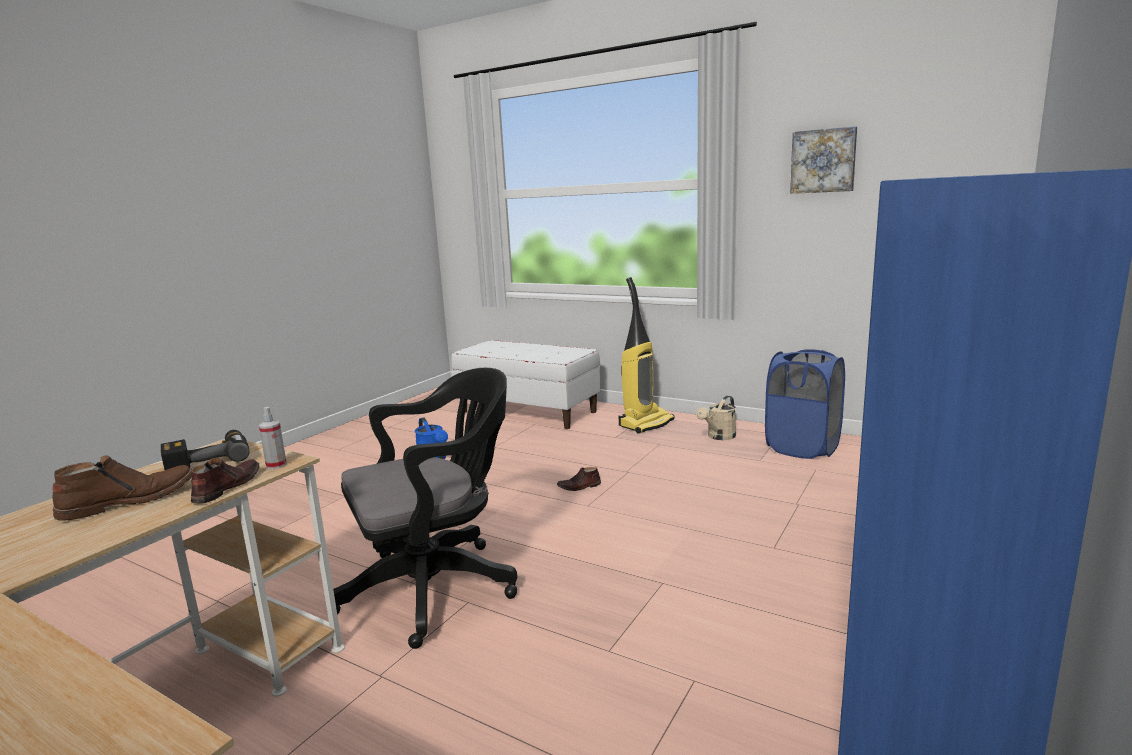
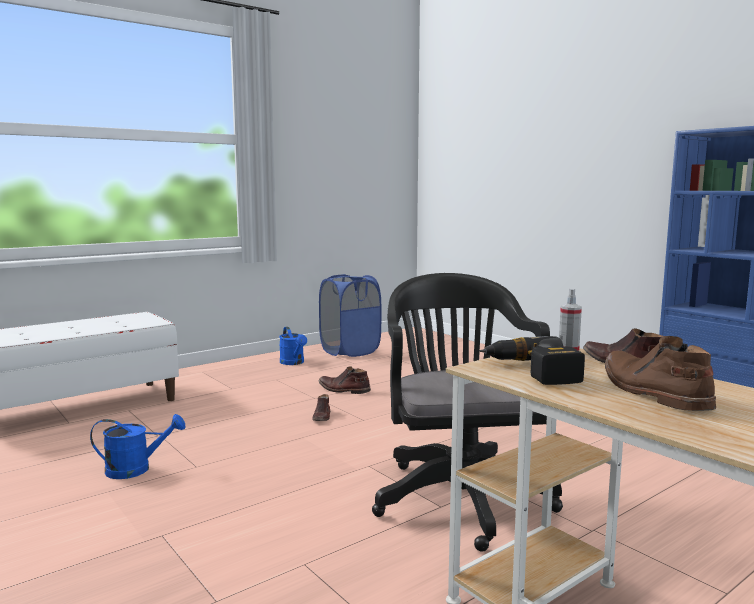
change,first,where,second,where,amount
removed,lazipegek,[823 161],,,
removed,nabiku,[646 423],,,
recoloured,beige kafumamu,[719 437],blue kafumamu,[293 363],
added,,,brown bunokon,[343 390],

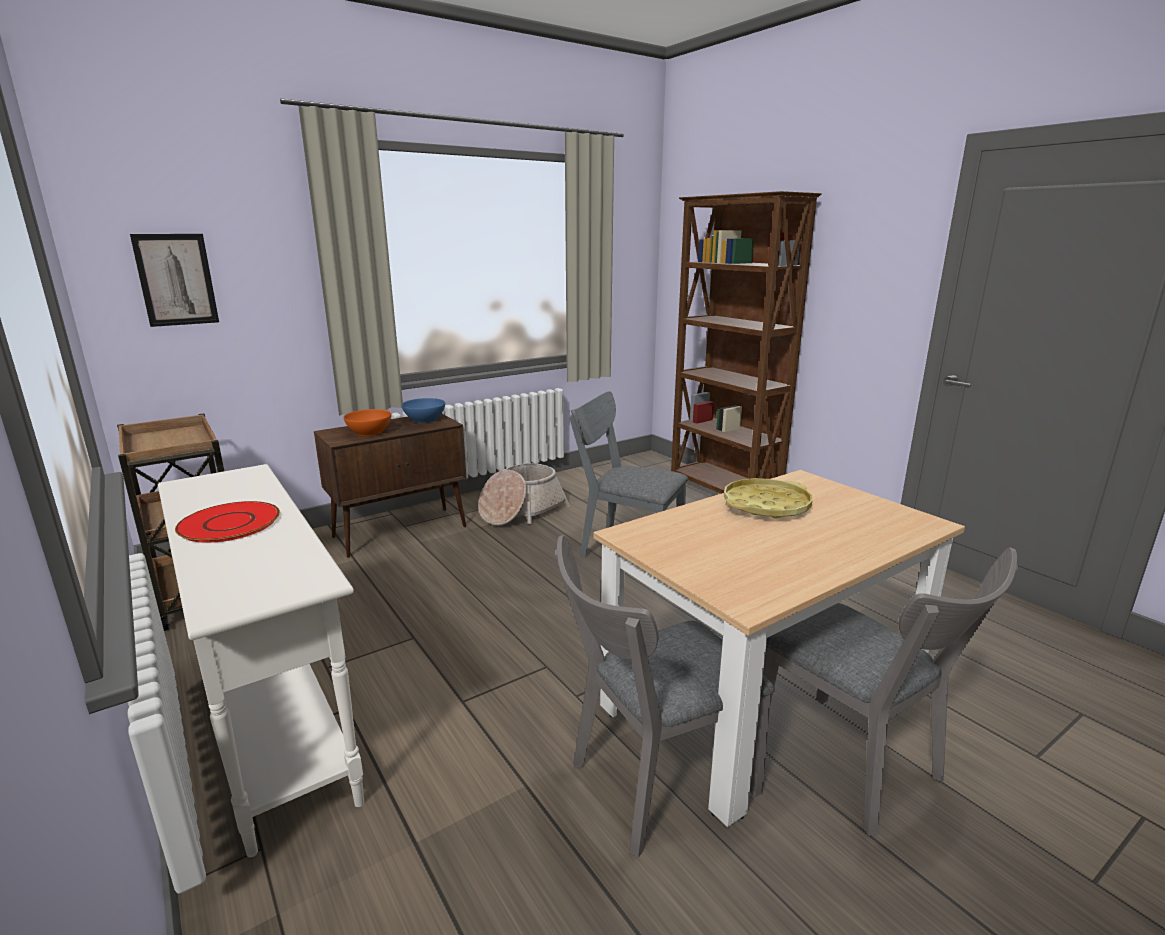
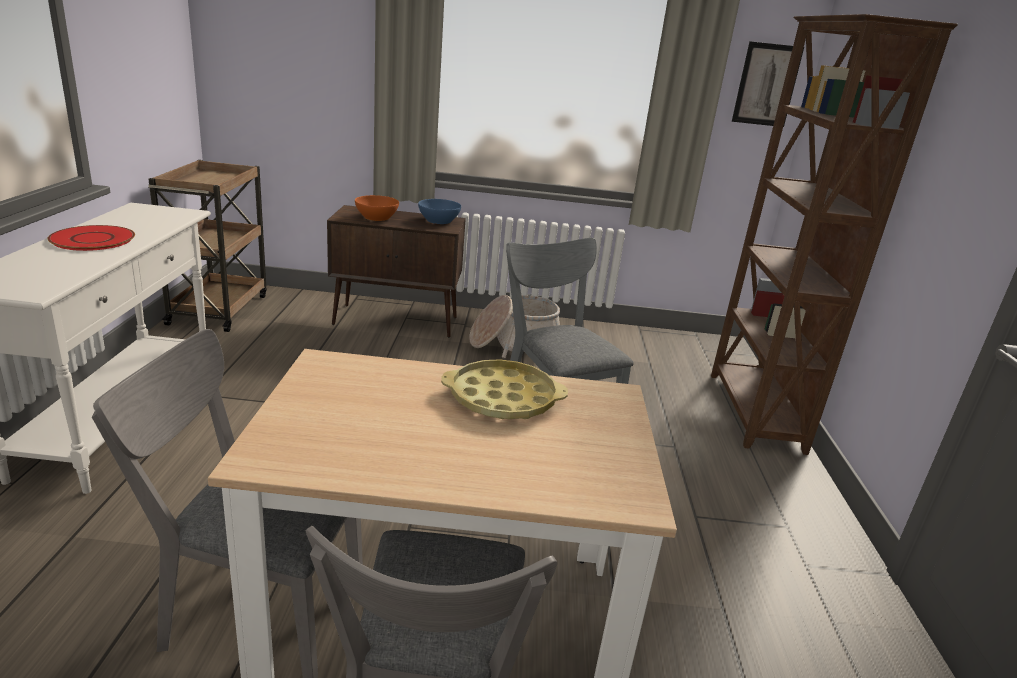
change,first,where,second,where,amount
moved,lazipegek,[176 280],,[766 85],

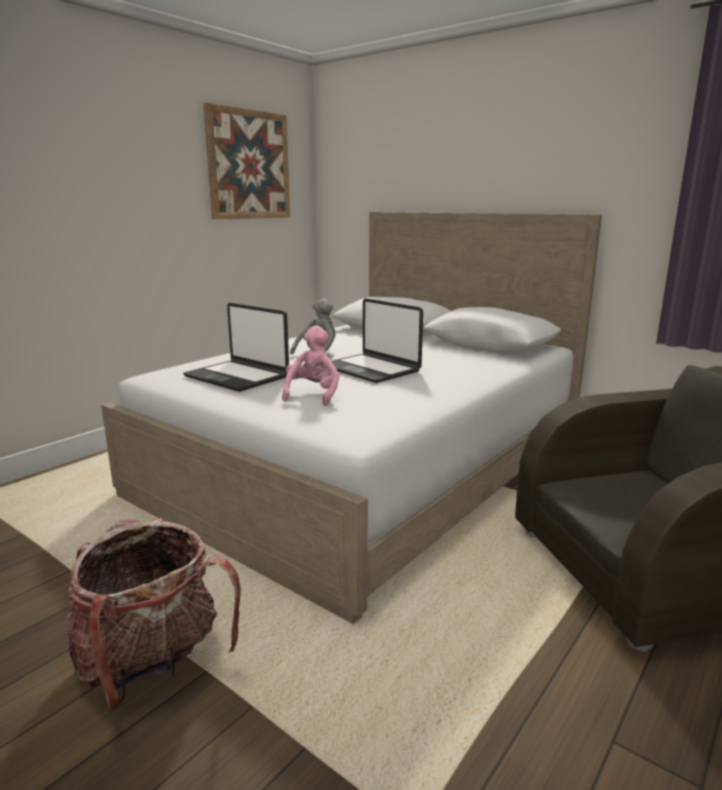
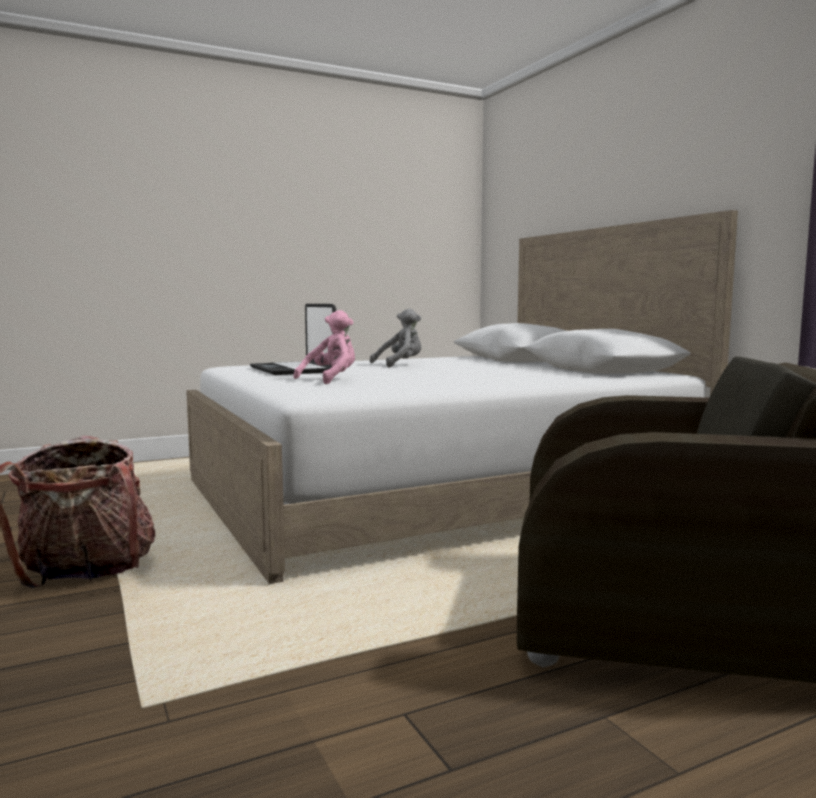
change,first,where,second,where,amount
removed,lazipegek,[249 165],,,
removed,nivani,[371 369],,,

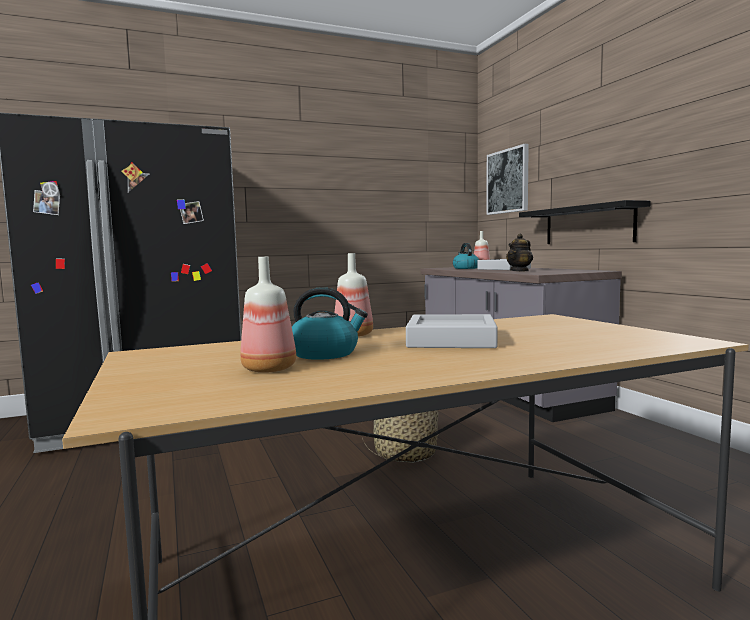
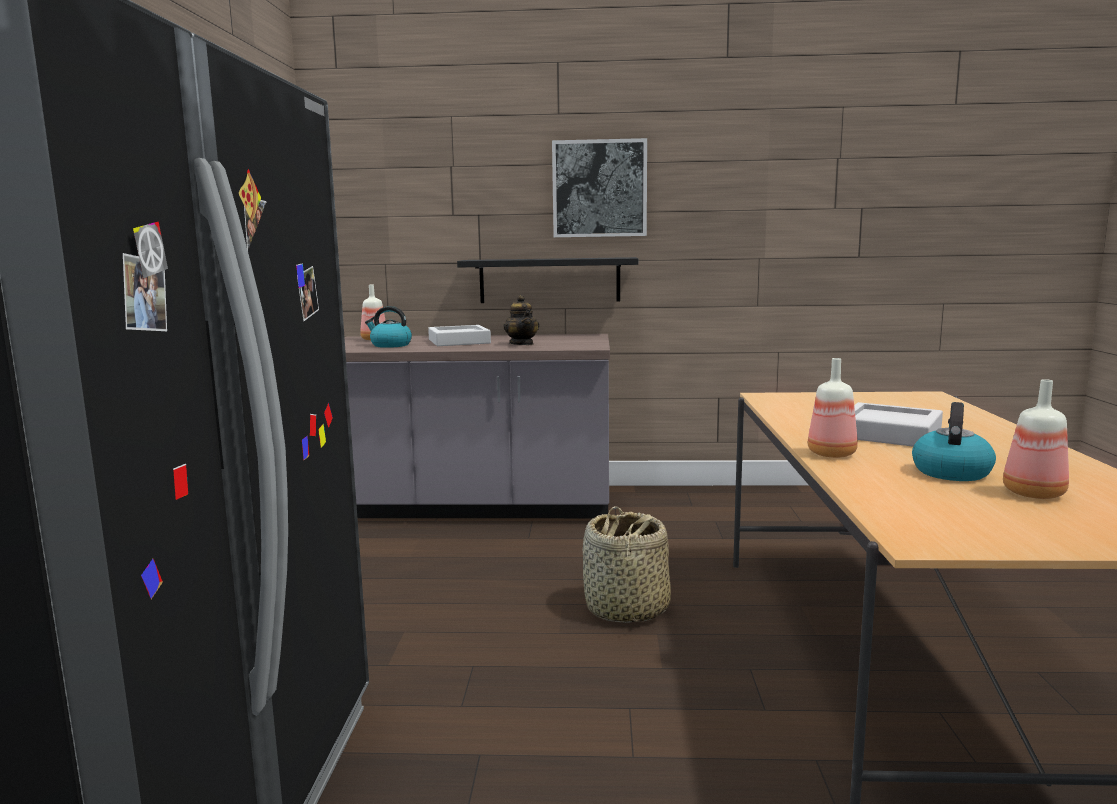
change,first,where,second,where,amount
moved,lazipegek,[508 181],,[599 189],

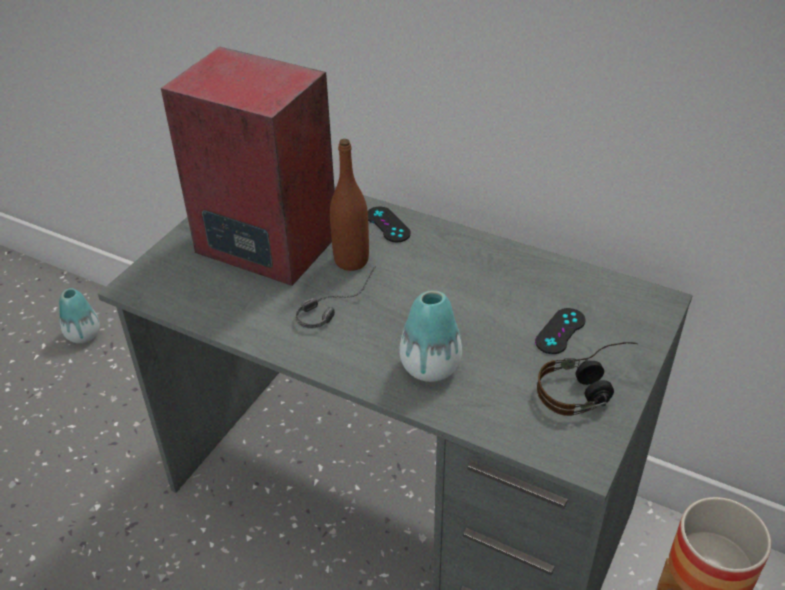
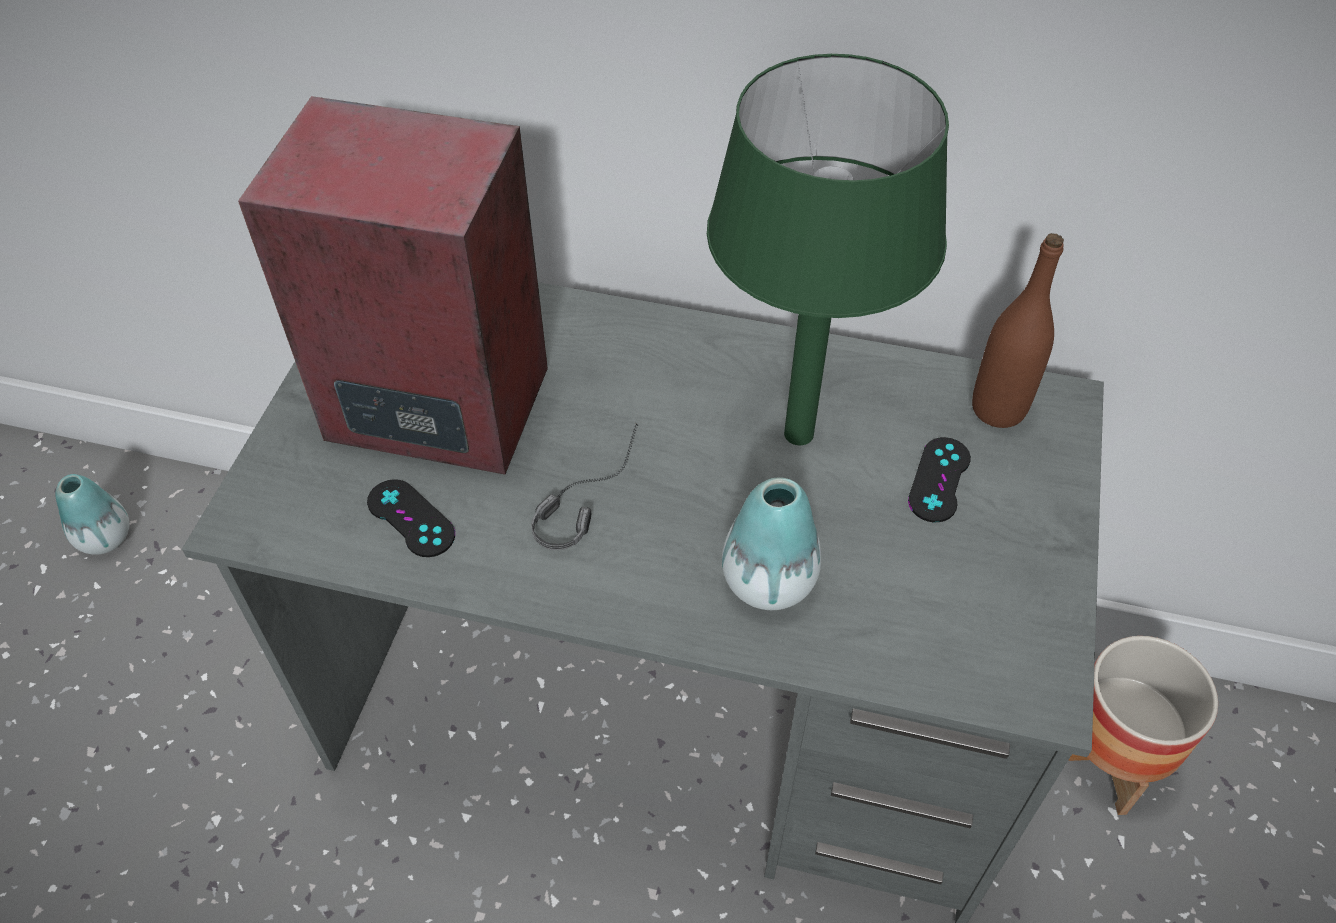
change,first,where,second,where,amount
moved,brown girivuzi,[351 261],,[998 409],
moved,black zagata,[388 225],,[411 518],
removed,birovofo,[588 388],,,
added,,,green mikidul,[798 435],

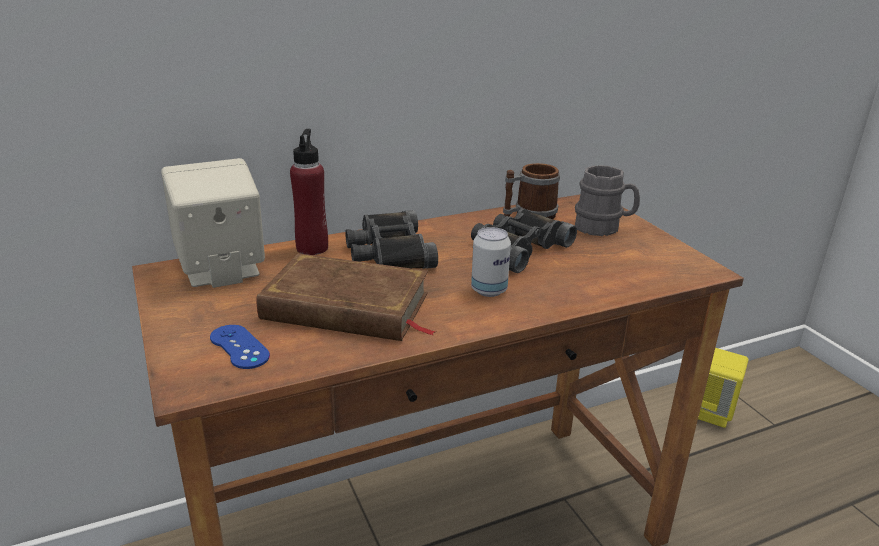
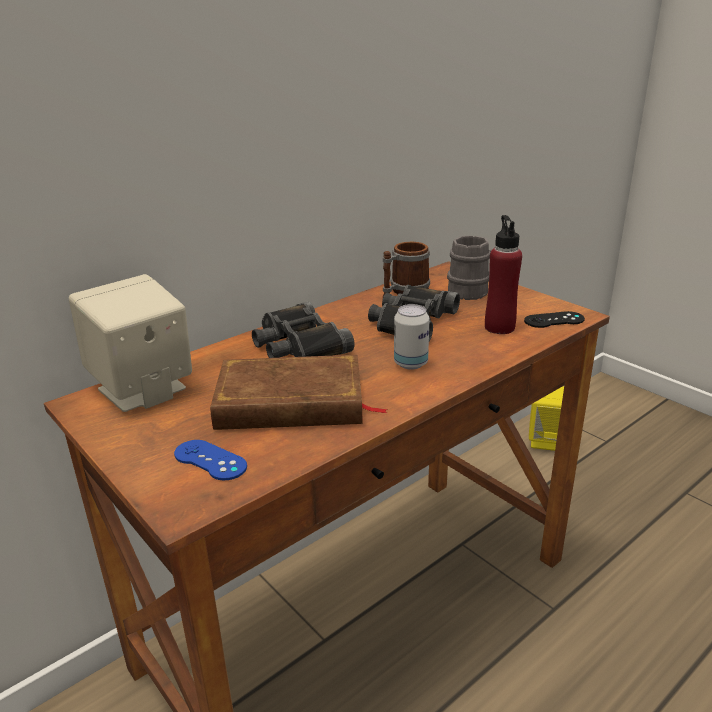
change,first,where,second,where,amount
moved,red girivuzi,[312 248],,[499 327],
added,,,black zagata,[554 320],

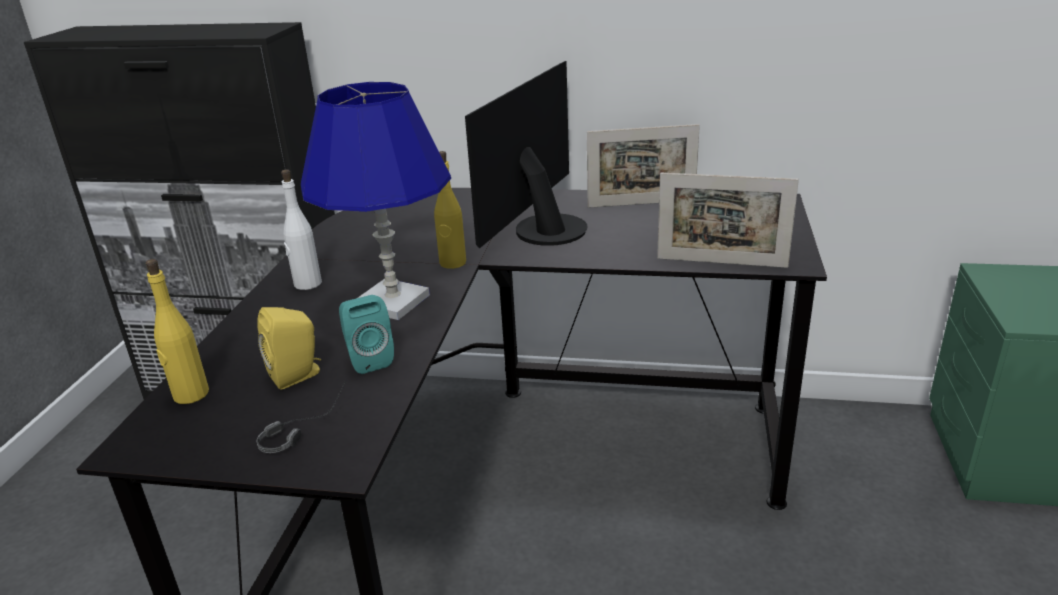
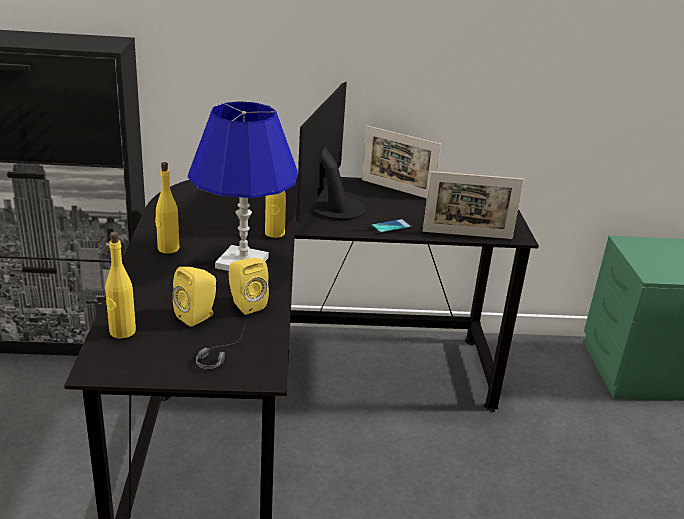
change,first,where,second,where,amount
turned,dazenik,[641 204],,[396 189],45 degrees clockwise
recoloured,white girivuzi,[307 284],yellow girivuzi,[168 248],
recoloured,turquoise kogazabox,[368 359],yellow kogazabox,[245 304],
added,,,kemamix,[391 227],

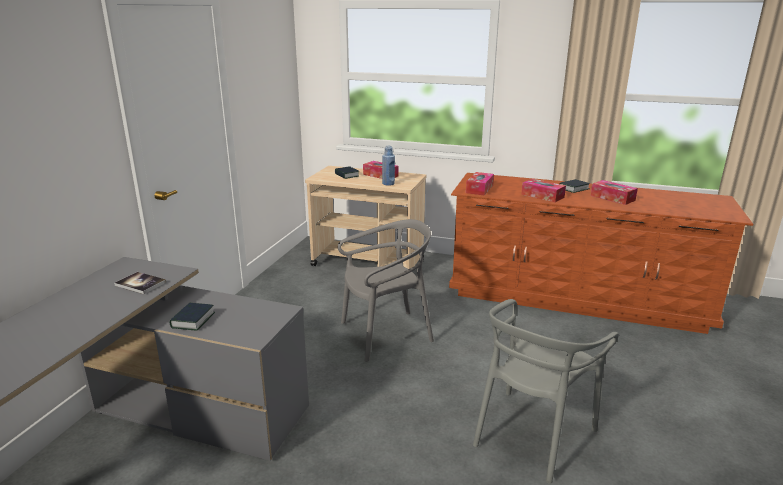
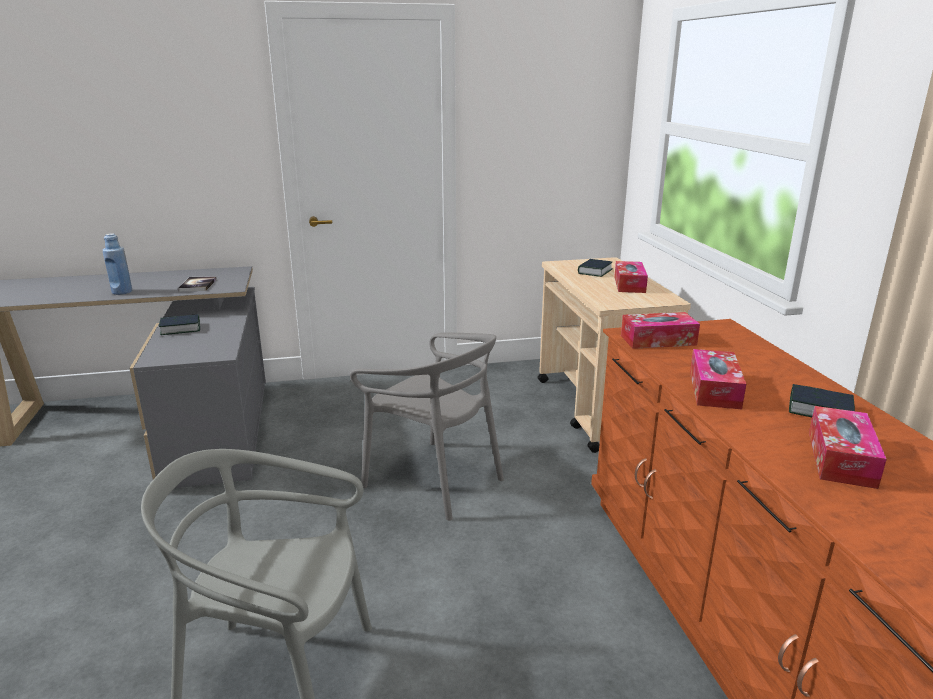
change,first,where,second,where,amount
moved,blue girivuzi,[388 184],,[122 292],

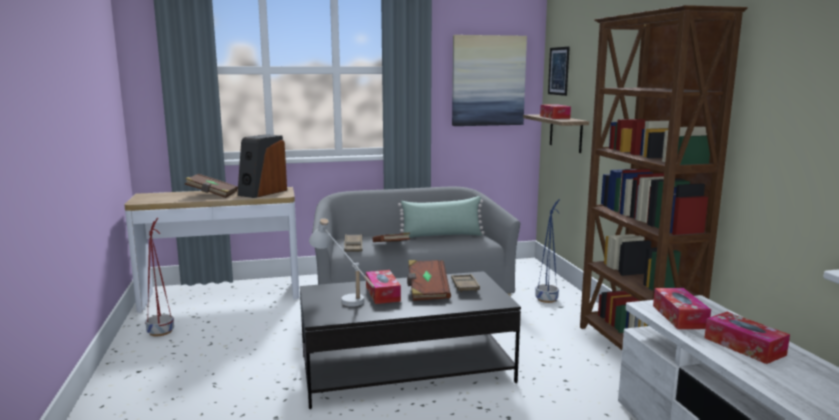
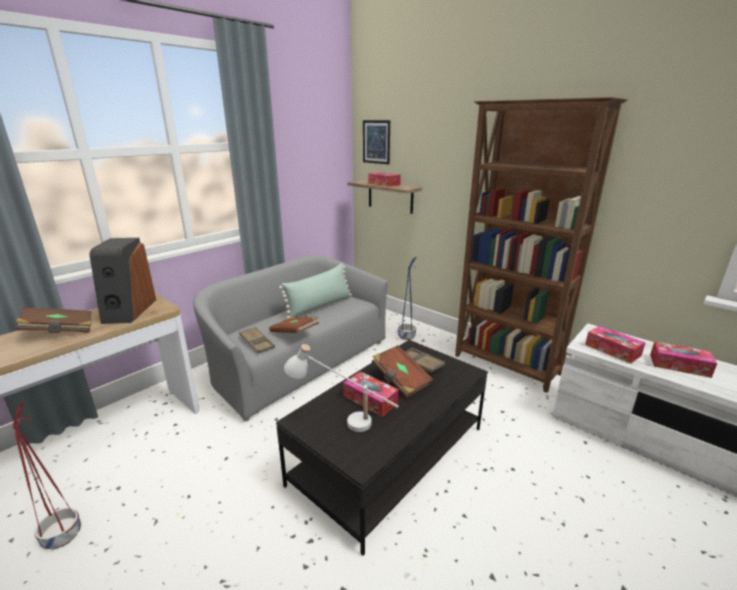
change,first,where,second,where,amount
removed,lazipegek,[488 81],,,

